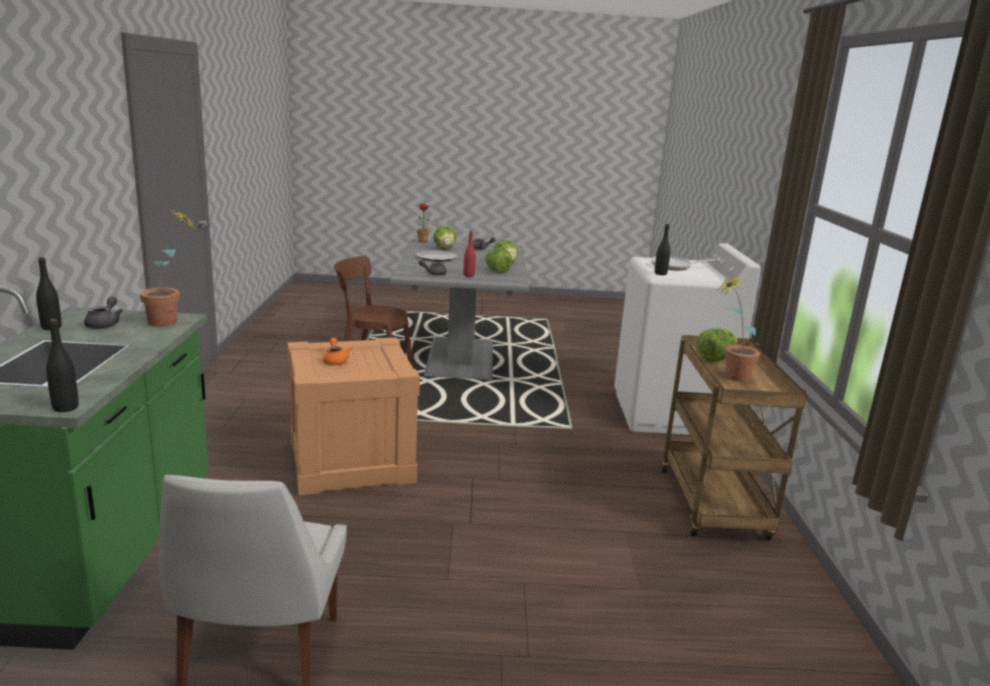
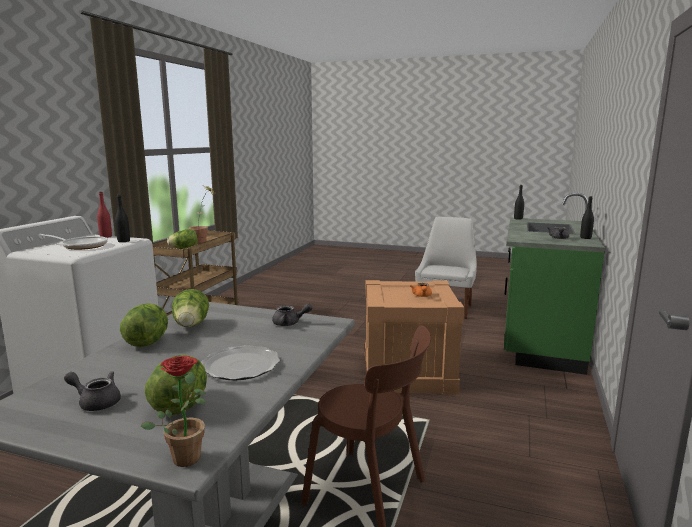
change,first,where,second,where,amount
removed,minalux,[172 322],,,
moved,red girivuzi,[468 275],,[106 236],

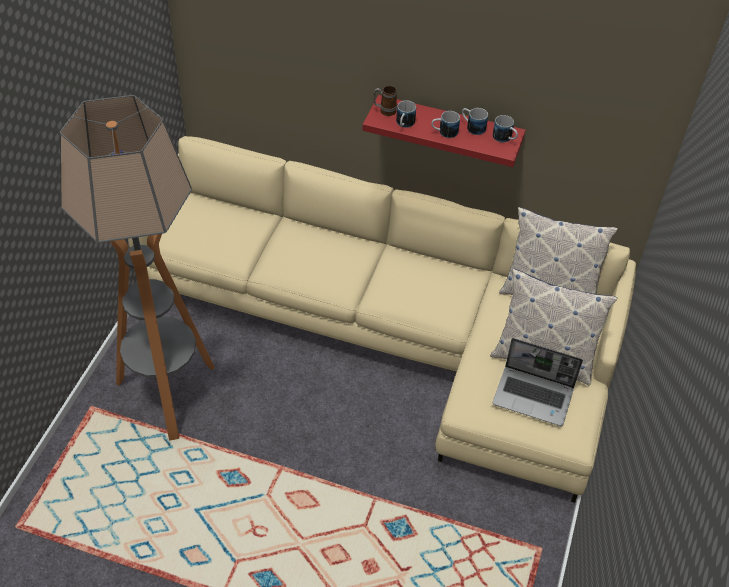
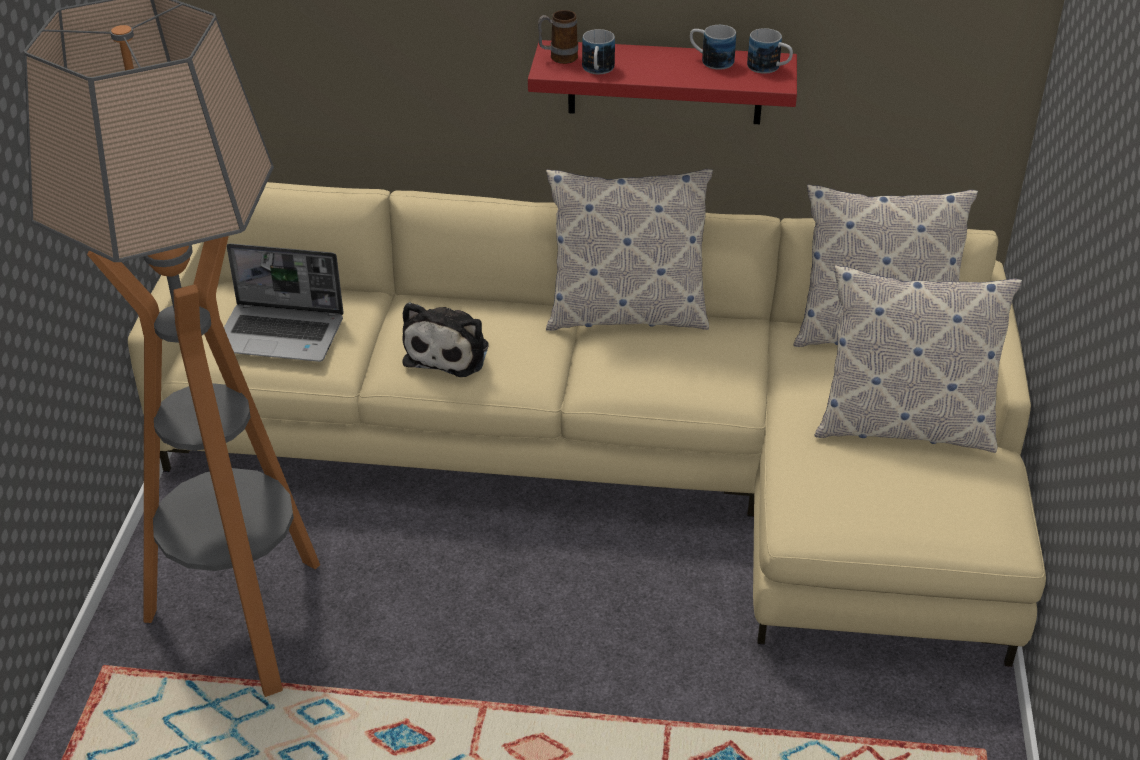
change,first,where,second,where,amount
removed,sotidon,[444 132],,,
moved,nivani,[534 396],,[282 334],
added,,,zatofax,[626 314],
added,,,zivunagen,[449 352],

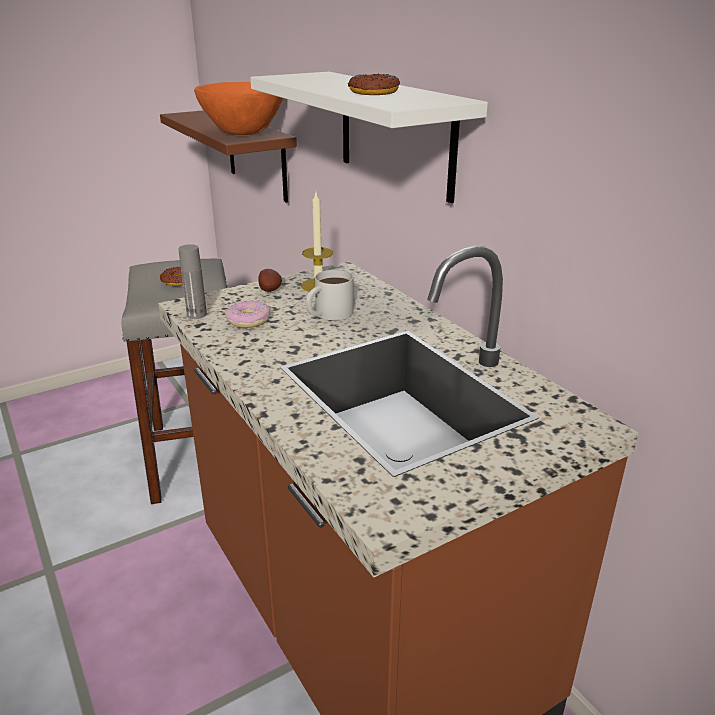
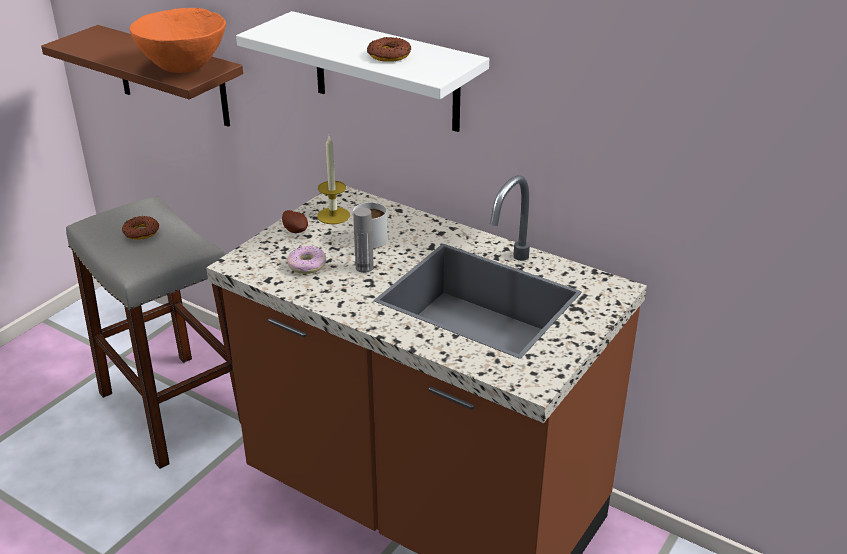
change,first,where,second,where,amount
moved,grey girivuzi,[197 314],,[364 267],

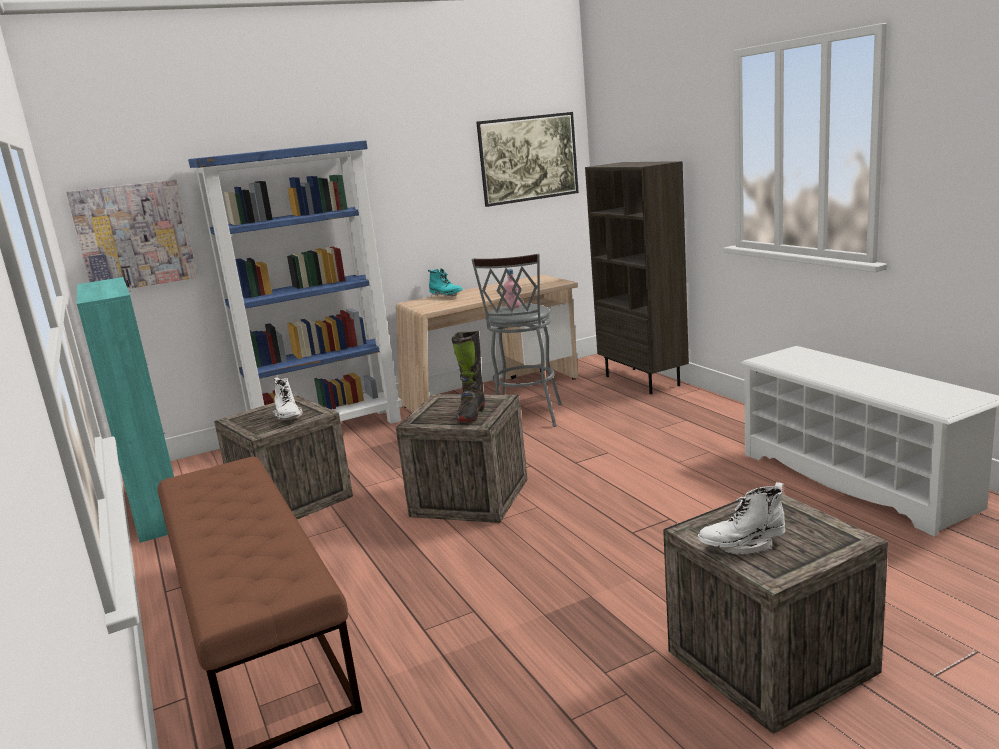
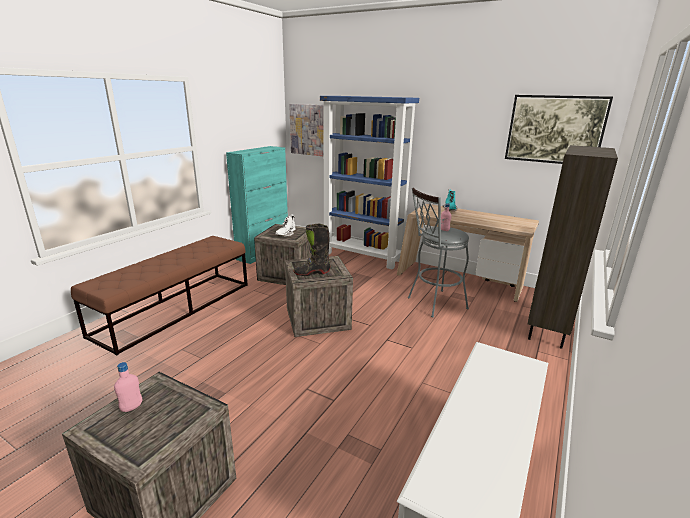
change,first,where,second,where,amount
replaced,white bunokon,[742 546],pink girivuzi,[132 407],

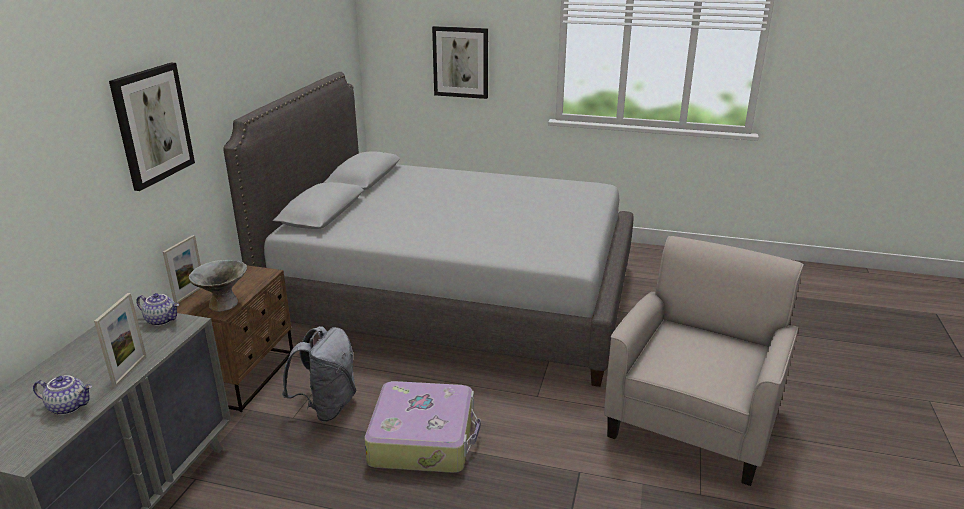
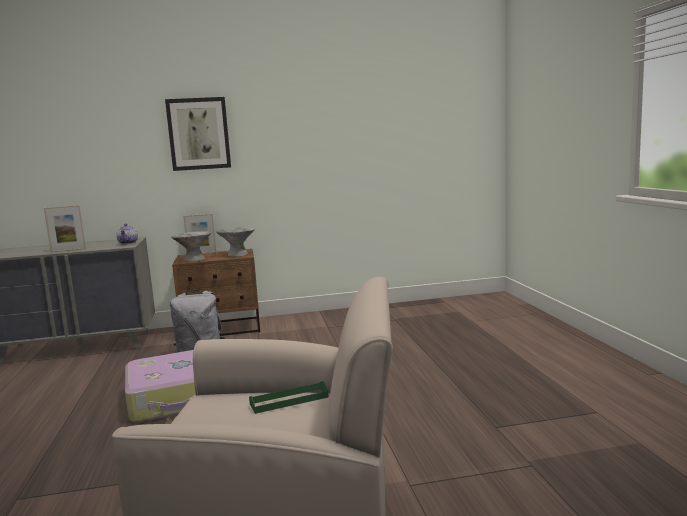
change,first,where,second,where,amount
removed,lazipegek,[461 62],,,
removed,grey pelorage,[455 297],,,
removed,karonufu,[69 406],,,
added,,,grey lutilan,[237 254],
added,,,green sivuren,[289 400],

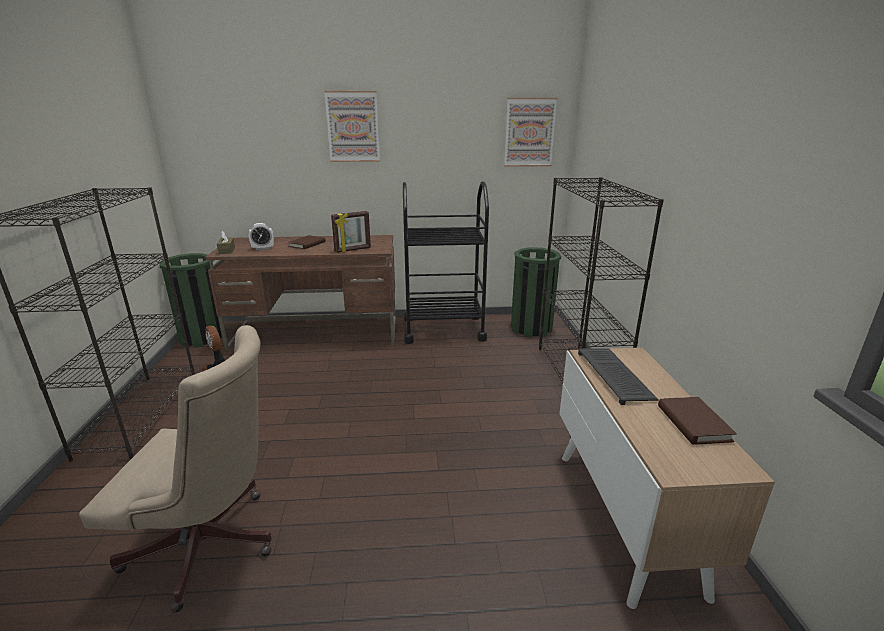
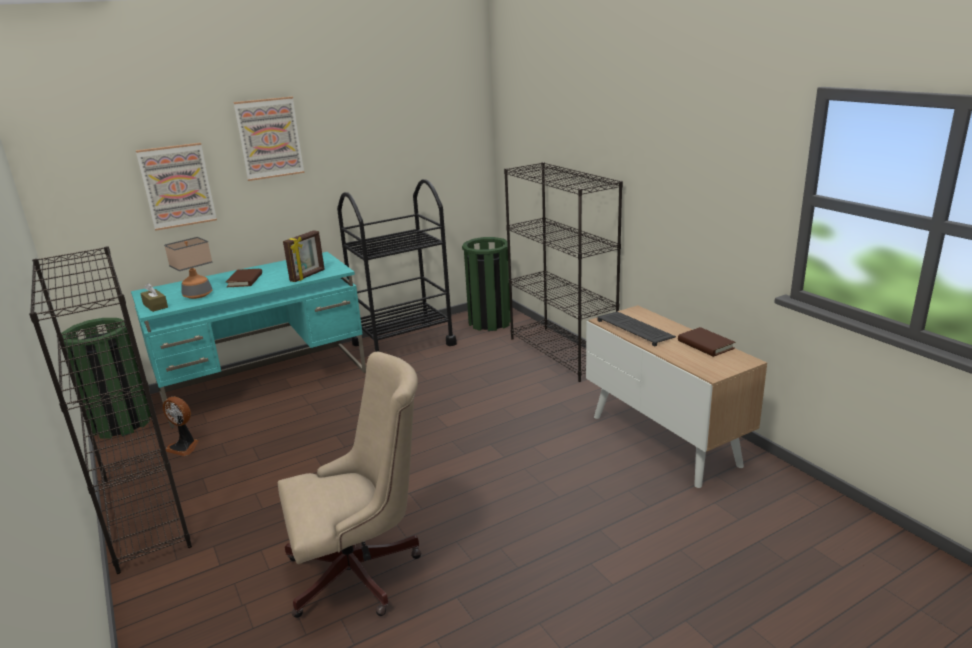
change,first,where,second,where,amount
moved,lazipegek,[529 132],,[177 186],
replaced,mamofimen,[263 248],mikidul,[198 295],
recoloured,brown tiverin,[317 333],turquoise tiverin,[265 382],

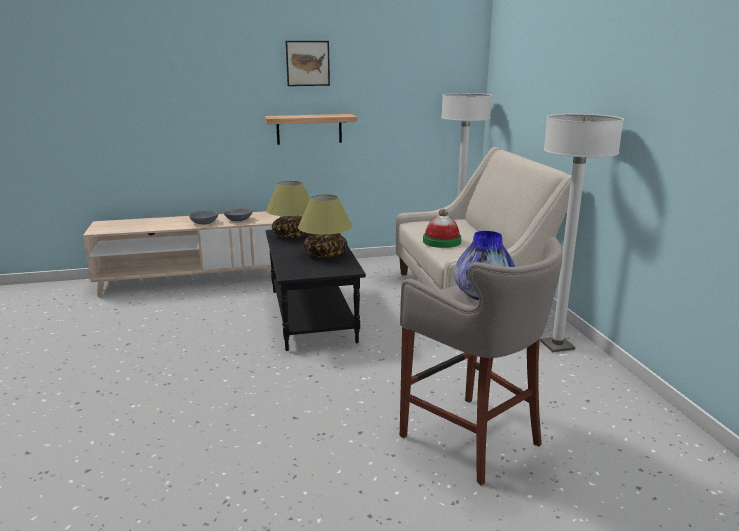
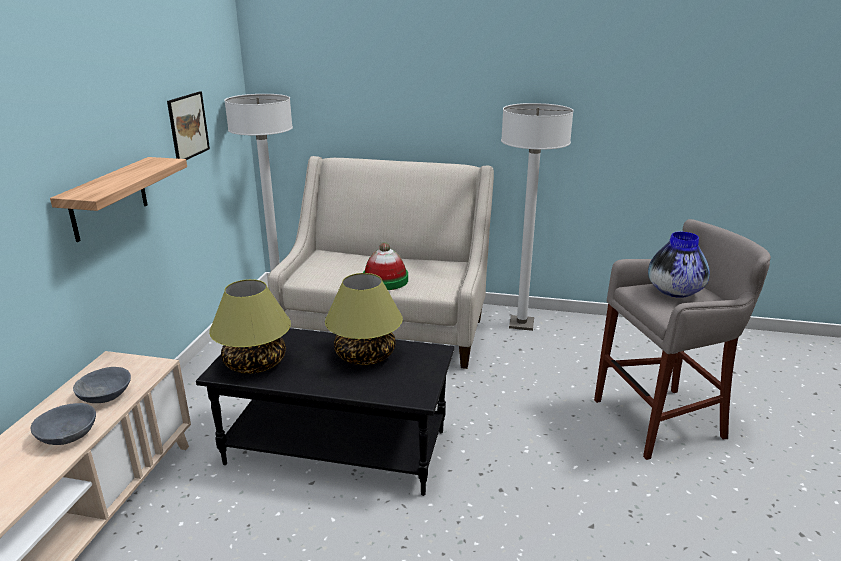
change,first,where,second,where,amount
moved,lazipegek,[308 63],,[188 126],

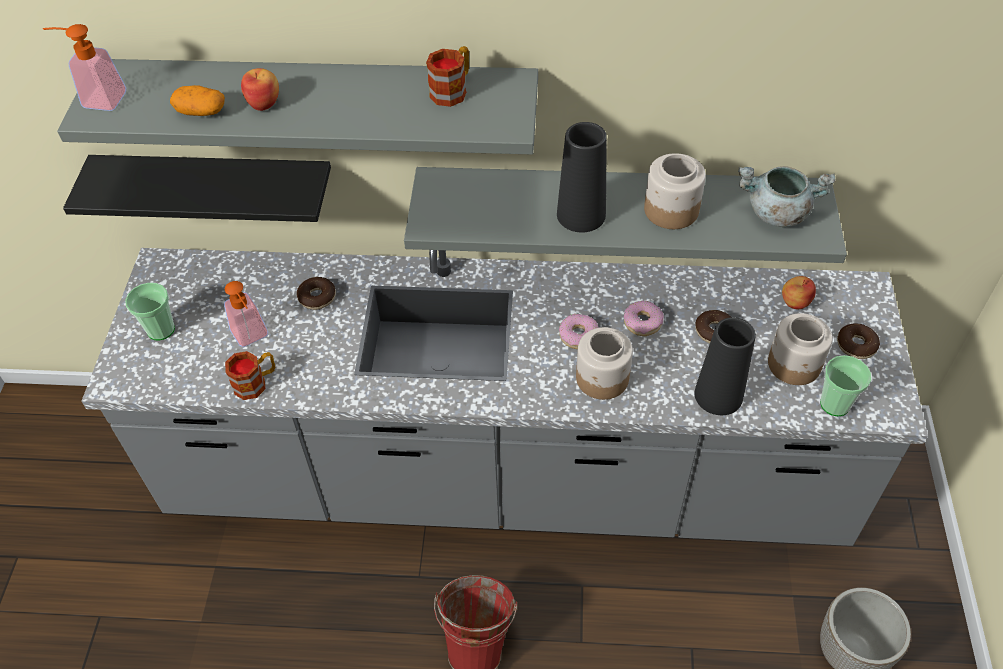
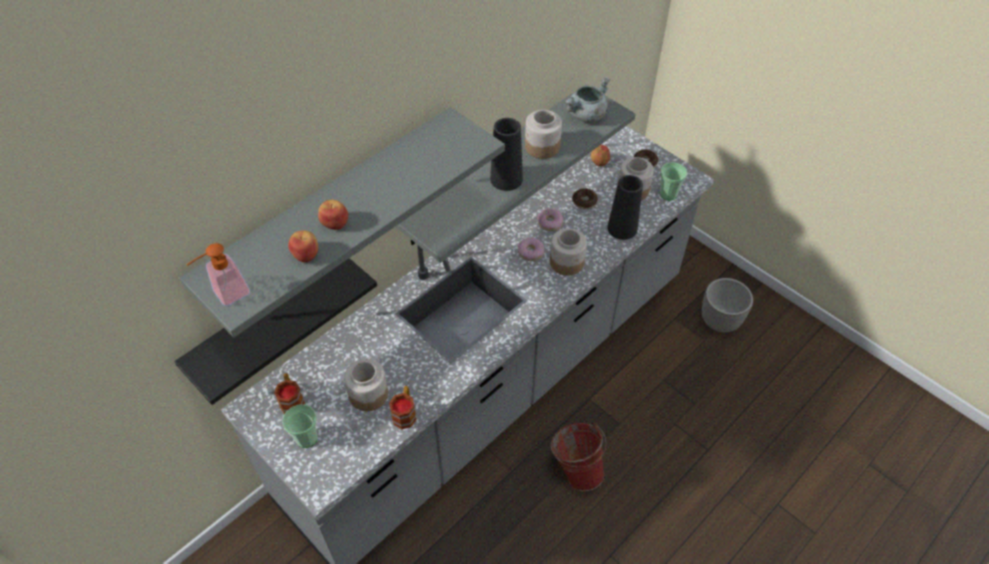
change,first,where,second,where,amount
moved,sotidon,[453 90],,[291 399],
replaced,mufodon,[201 112],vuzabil,[306 254],
removed,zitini,[317 297],,,
replaced,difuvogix,[252 337],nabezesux,[368 394],

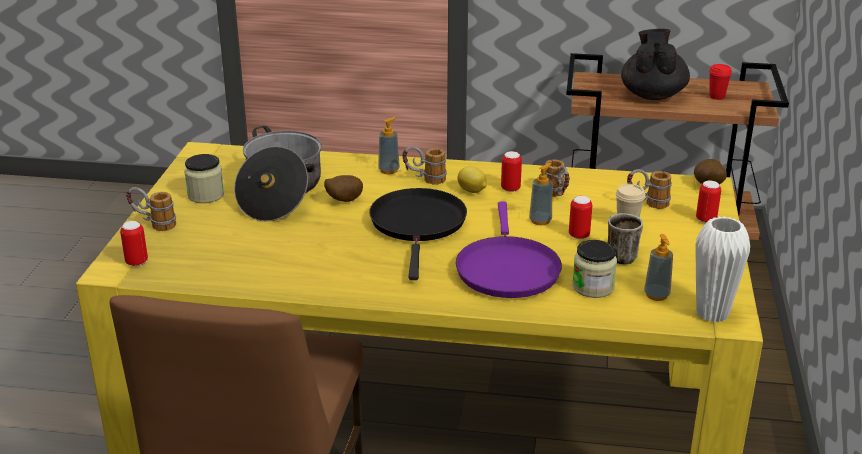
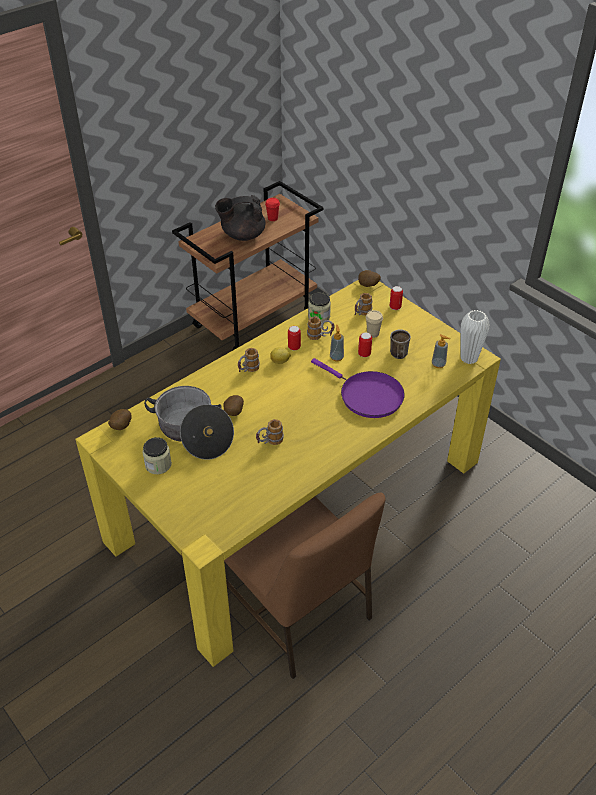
change,first,where,second,where,amount
turned,black karonufu,[652 95],,[242 235],60 degrees counterclockwise
removed,difuvogix,[389 170],,,
moved,sotidon,[153 224],,[269 443],
removed,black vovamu,[418 225],,,
removed,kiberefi,[136 262],,,
moved,nabezesux,[593 287],,[319 316],
added,,,mufodon,[120 427],

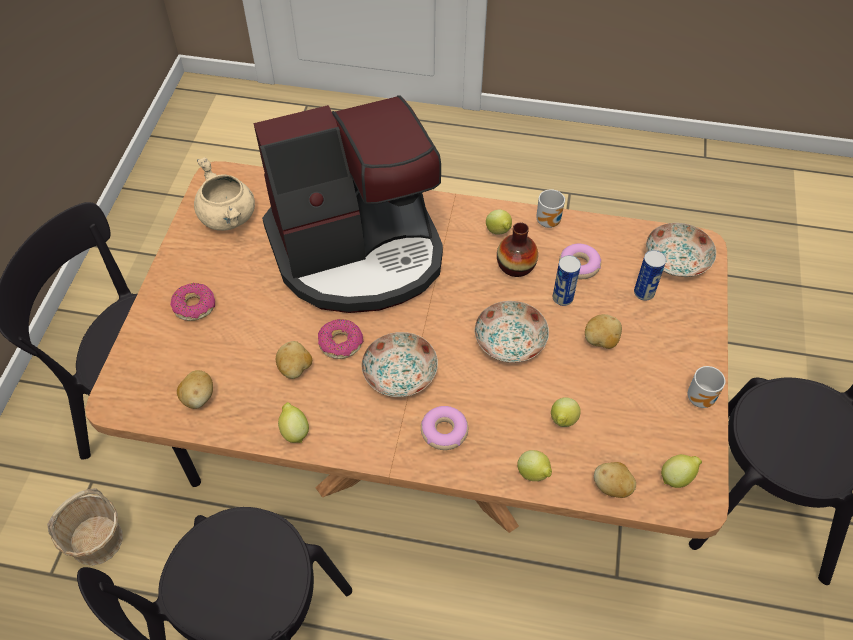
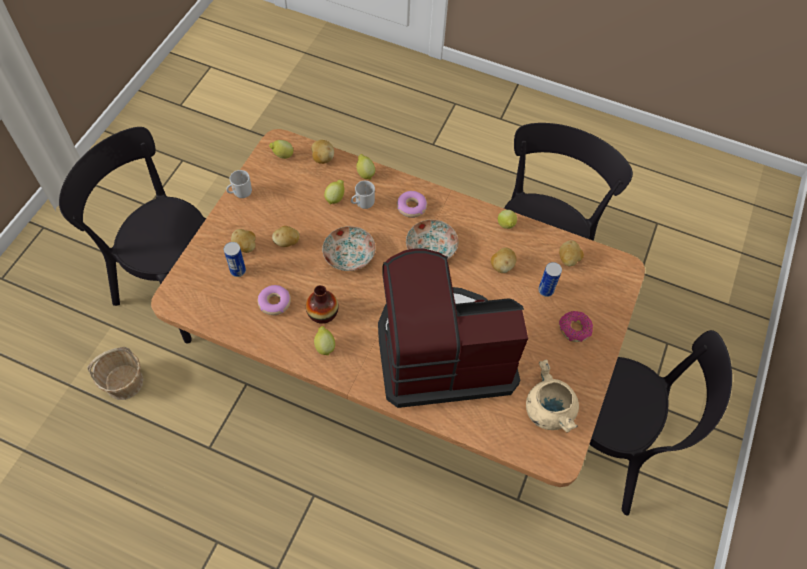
change,first,where,second,where,amount
moved,sotidon,[550 222],,[363 204],
removed,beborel,[676 259],,,
moved,kiberefi,[562 298],,[546 290],
removed,zitini,[340 343],,,
moved,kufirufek,[96 540],,[124 382],
added,,,mufodon,[245 246],

